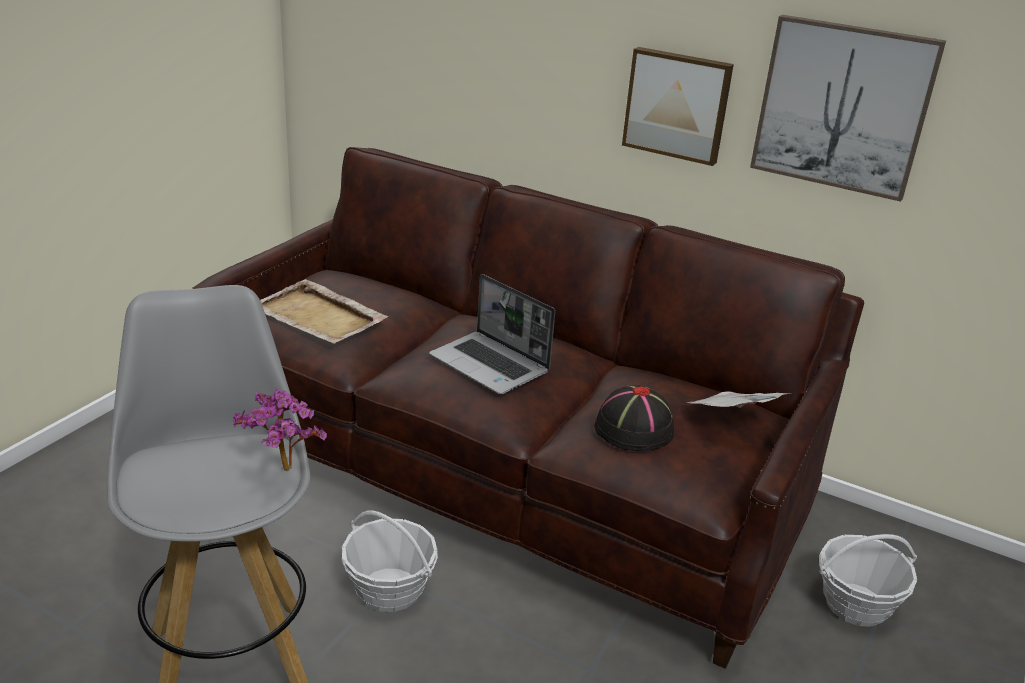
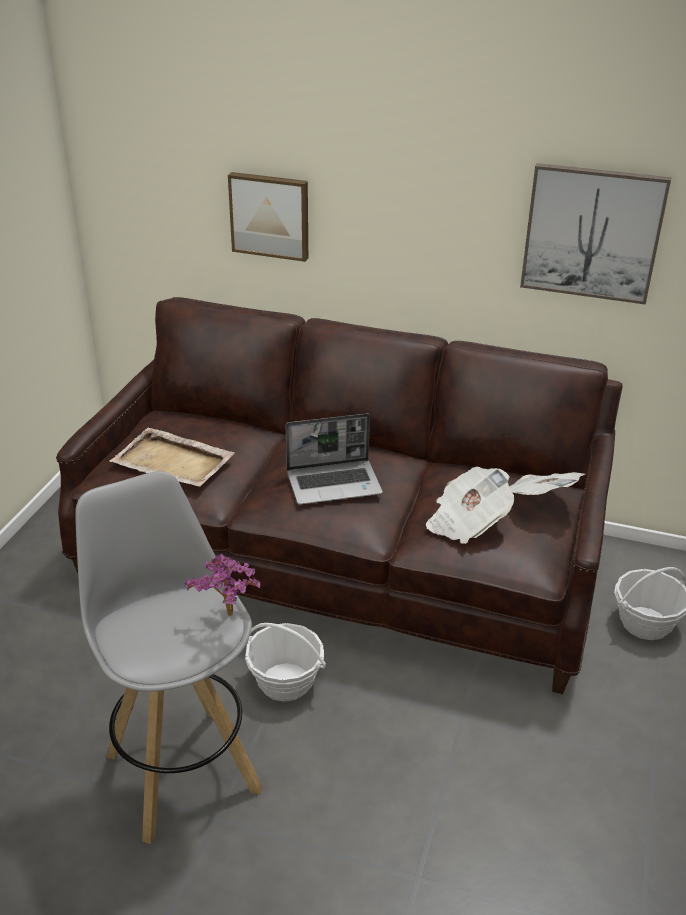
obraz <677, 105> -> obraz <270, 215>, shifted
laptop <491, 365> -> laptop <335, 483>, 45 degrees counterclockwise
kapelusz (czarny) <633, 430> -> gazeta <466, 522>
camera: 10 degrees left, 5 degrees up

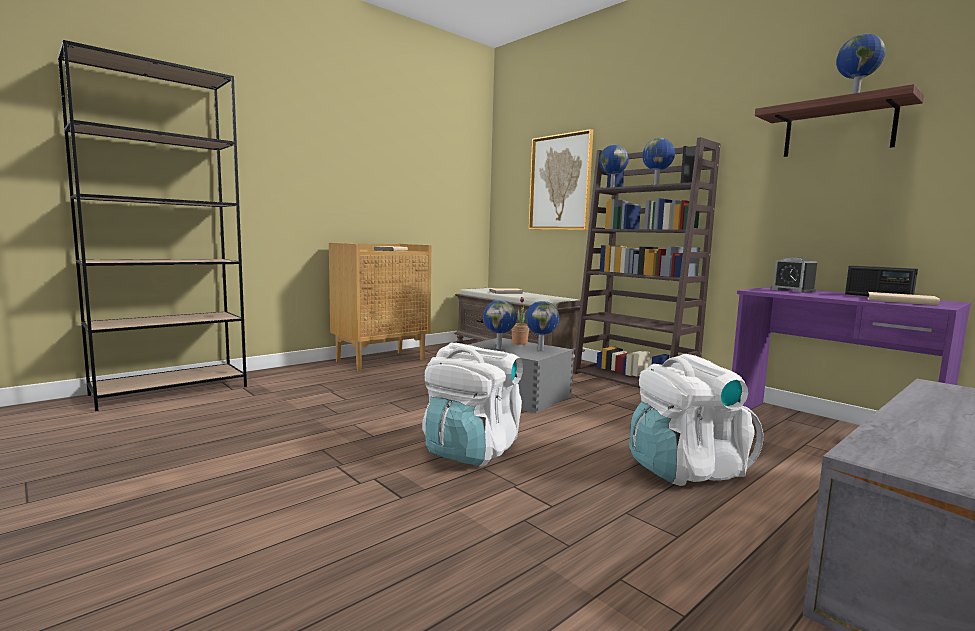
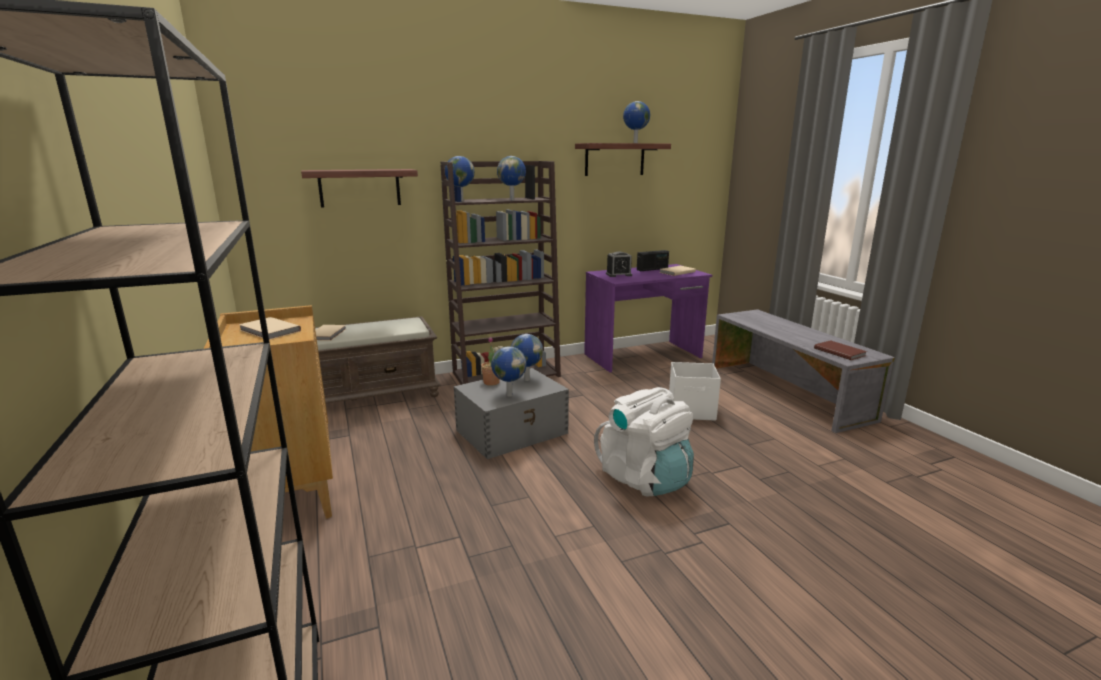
obraz <560, 182> -> półka <360, 188>
plecak (biały) <685, 470> -> pojemnik do przechowywania (biały) <692, 411>
none -> książka (brązowy) <839, 351>
camera: 70 degrees left, 10 degrees up

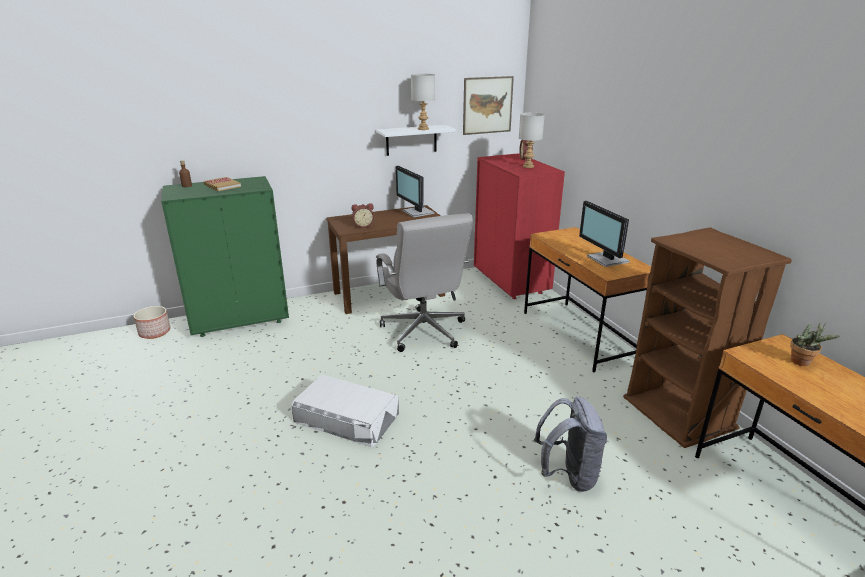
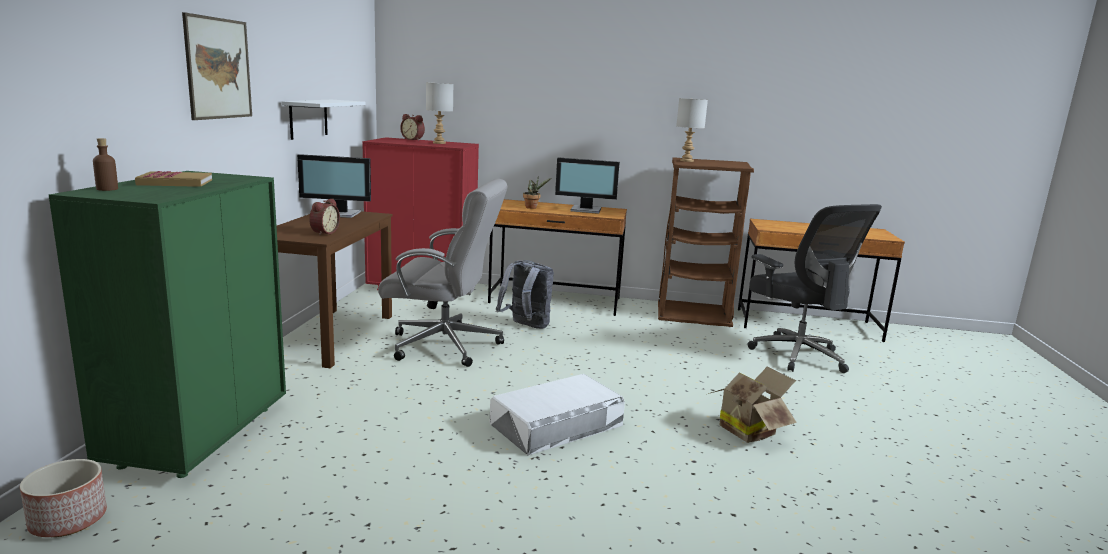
obraz <487, 105> -> obraz <218, 68>, shifted
plecak (szary) <568, 475> -> plecak (szary) <526, 326>, shifted
roślina doniczkowa <803, 363> -> roślina doniczkowa <532, 207>, shifted
lampa stołowa (szary) <423, 129> -> lampa stołowa (szary) <686, 161>, shifted
none -> karton <748, 430>
none -> krzesło biurowe <796, 355>
camera: 60 degrees left, 10 degrees down

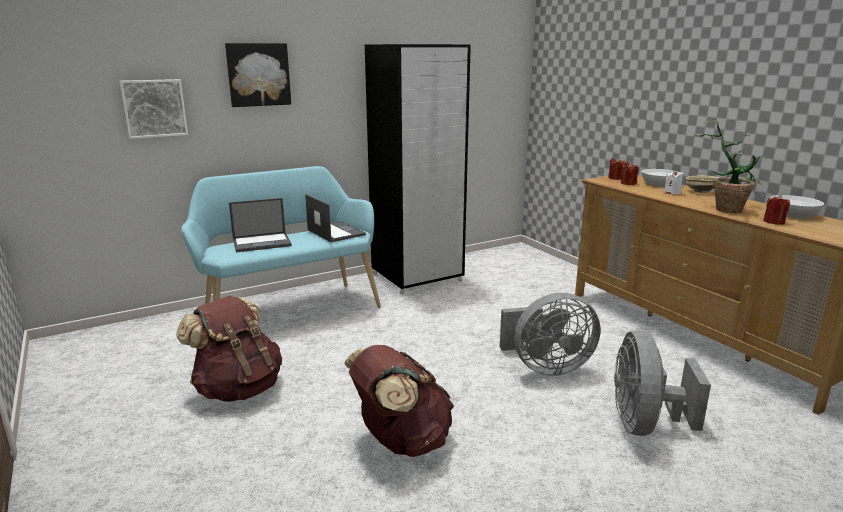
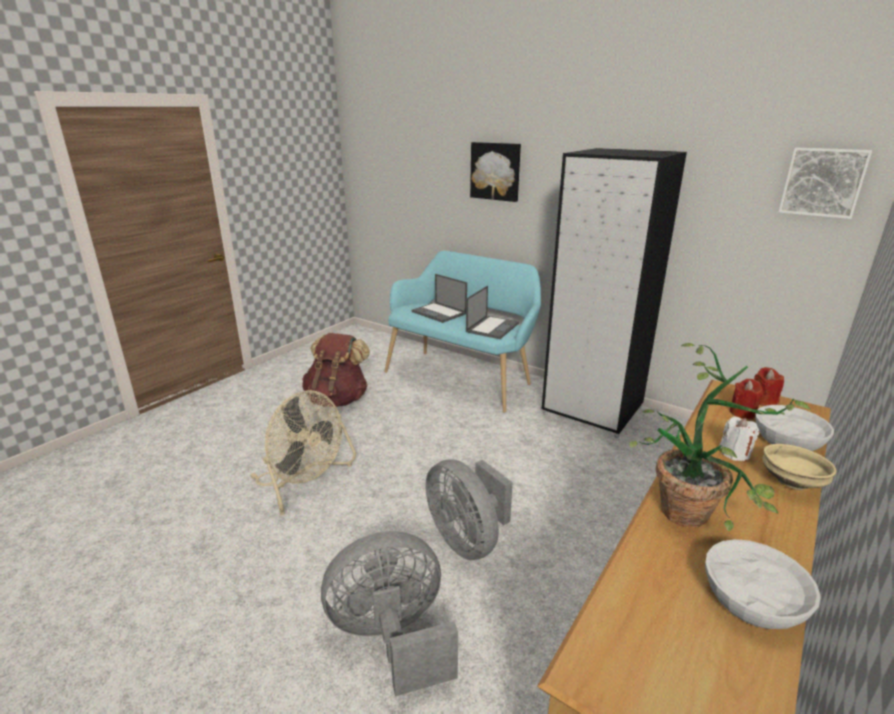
plecak (brązowy) <401, 441> -> wentylator (beżowy) <302, 483>
obraz <154, 108> -> obraz <823, 182>, shifted
świeca (czerwony) <773, 222> -> none
camera: 65 degrees right, 5 degrees up

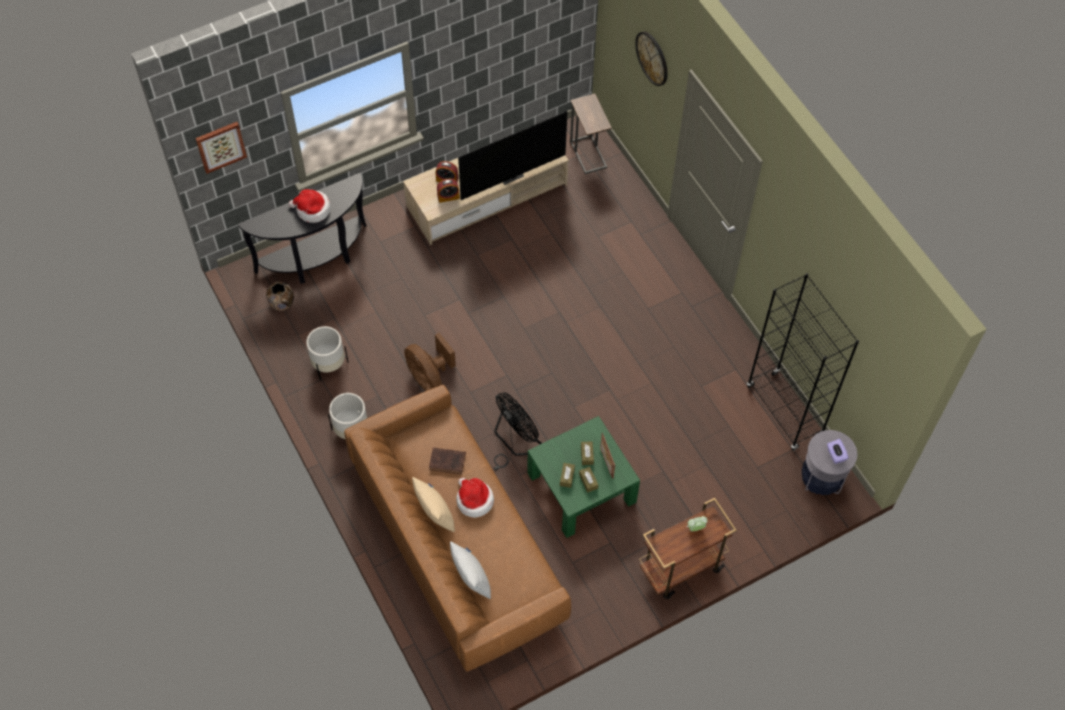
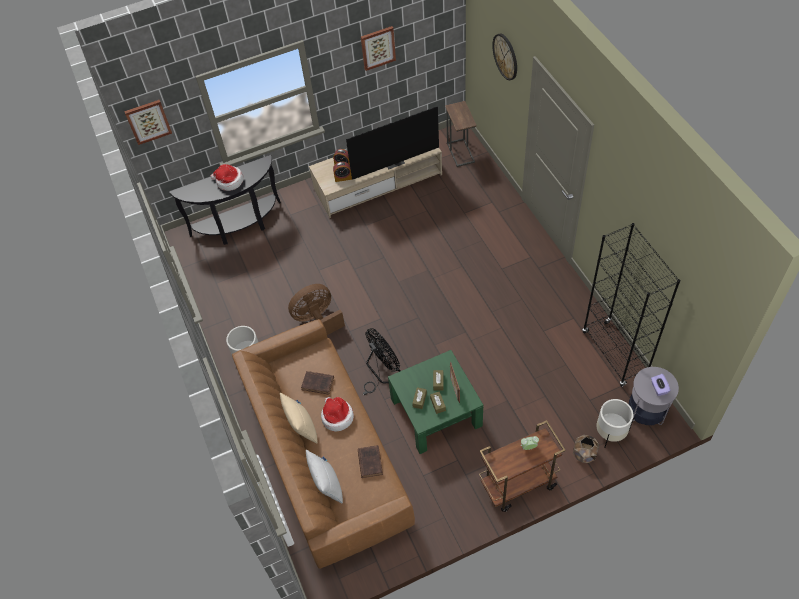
wentylator (brązowy) <429, 378> -> wentylator (brązowy) <317, 319>, 90 degrees clockwise
none -> książka (brązowy) <370, 461>
none -> obraz <378, 47>
donica (brązowy) <282, 303> -> donica (brązowy) <584, 454>, shifted
donica (biały) <328, 364> -> donica (biały) <610, 433>, shifted
camera: 10 degrees right, 5 degrees down

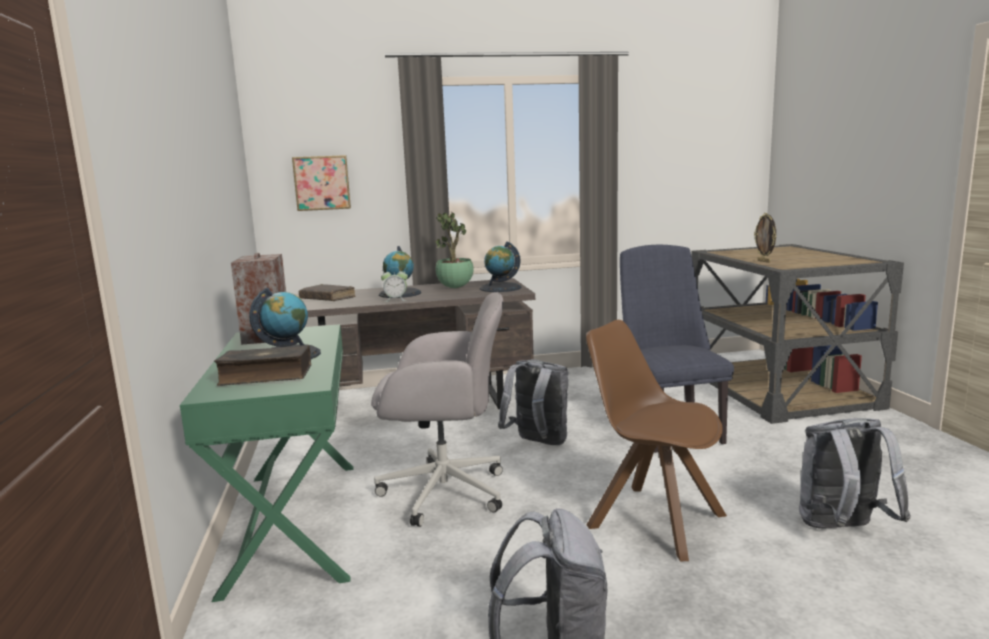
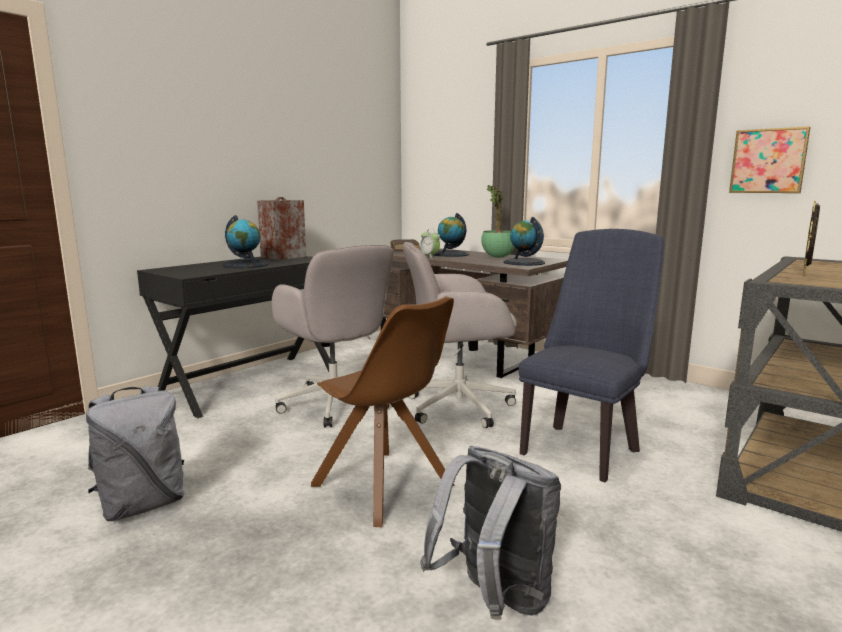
biurko (zielony) <293, 522> -> biurko (czarny) <250, 383>
krzesło (brązowy) <653, 520> -> krzesło (brązowy) <384, 487>, 135 degrees clockwise
plecak (szary) <537, 444> -> krzesło biurowe (szary) <457, 407>
obraz <322, 183> -> obraz <768, 161>, shifted
książka <266, 376> -> none
camera: 50 degrees right, 0 degrees up

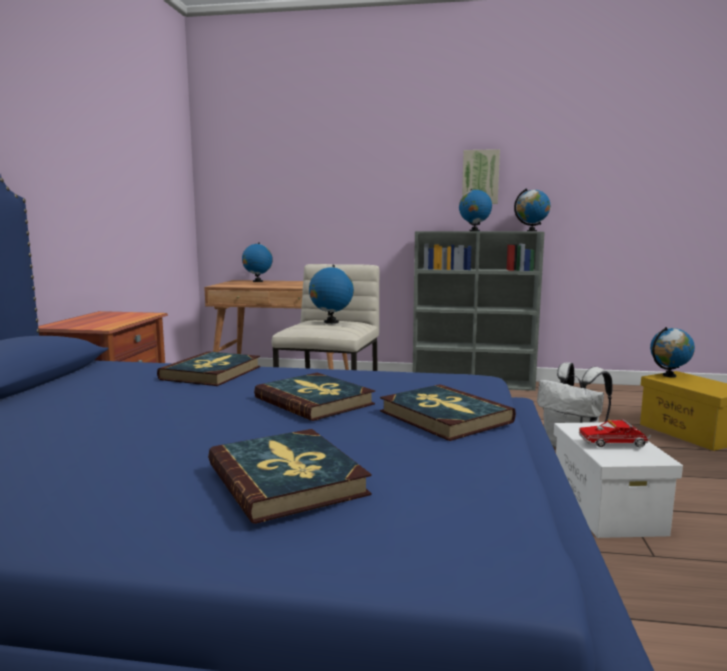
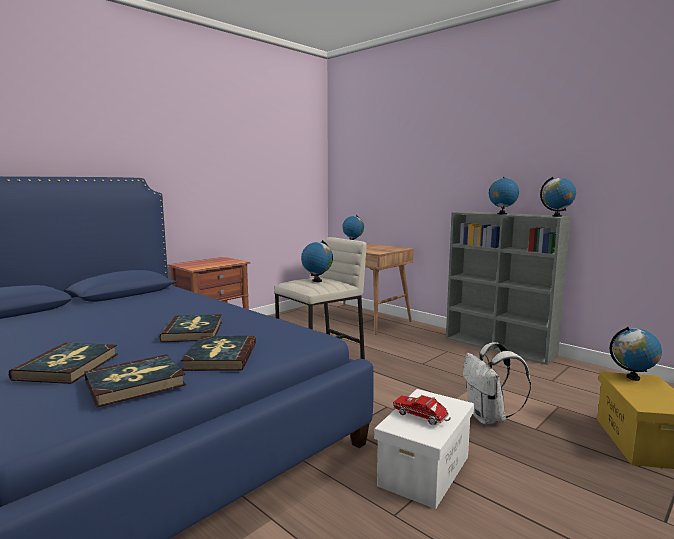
książka <212, 373> -> książka <135, 383>, shifted
obraz <480, 177> -> none
camera: 35 degrees right, 0 degrees up

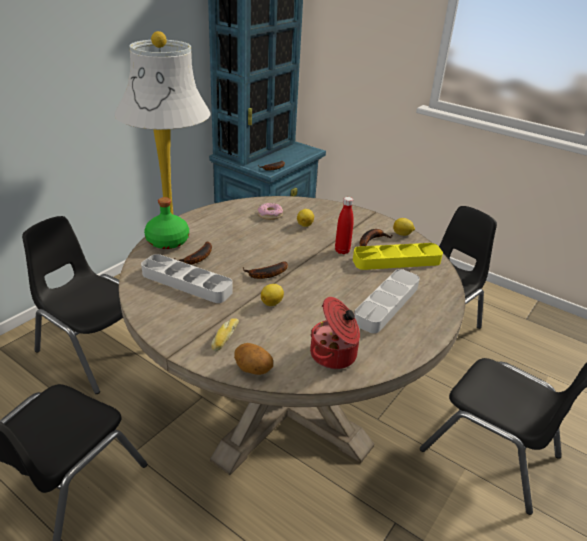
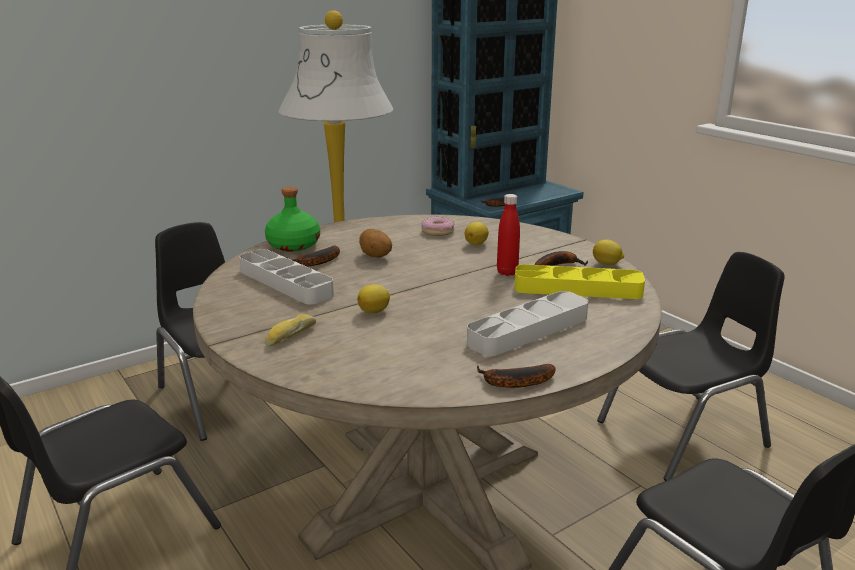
ziemniak <252, 370> -> ziemniak <375, 256>, shifted
banan <265, 275> -> banan <513, 382>, shifted
garnek <334, 355> -> none
camera: 20 degrees right, 10 degrees down

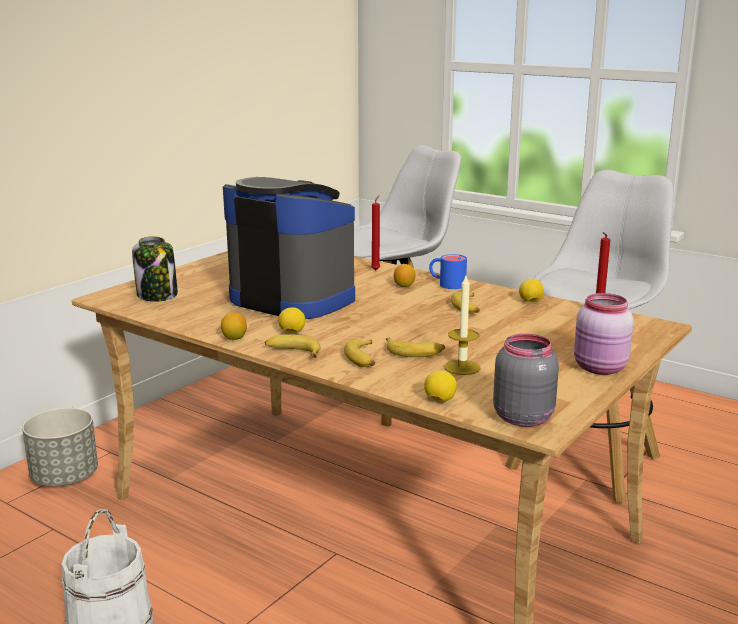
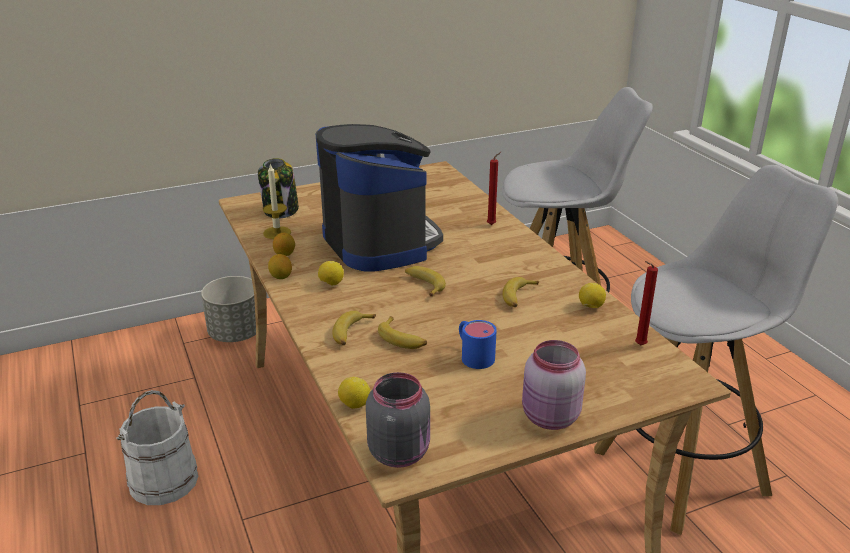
świeca <462, 367> -> świeca <277, 233>, shifted
cytryna <404, 286> -> cytryna <284, 254>, shifted
banan <293, 352> -> banan <423, 284>, shifted
kubek (niebieski) <446, 284> -> kubek (niebieski) <473, 355>, shifted
camera: 30 degrees right, 10 degrees up

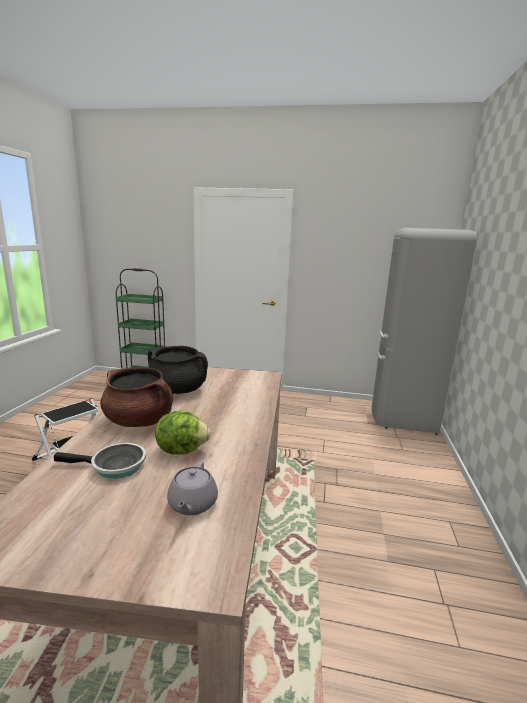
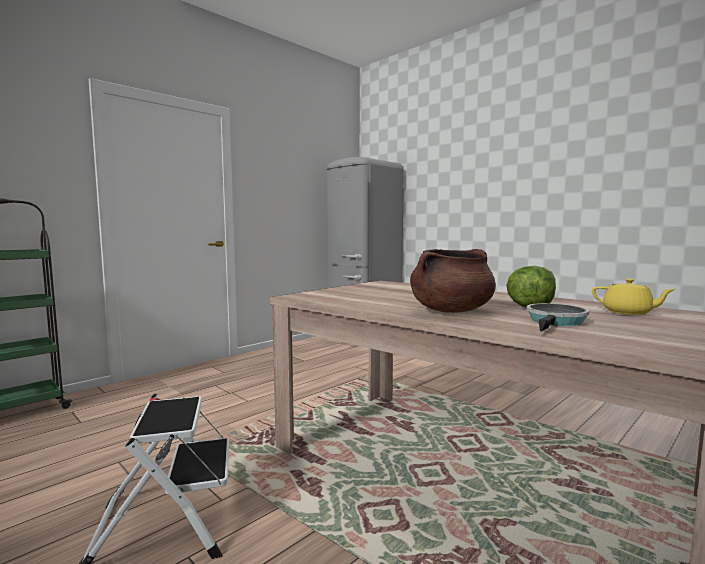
imbryk (szary) <192, 504> -> imbryk (żółty) <628, 312>
garnek (czarny) <178, 390> -> none
camera: 55 degrees left, 10 degrees down

